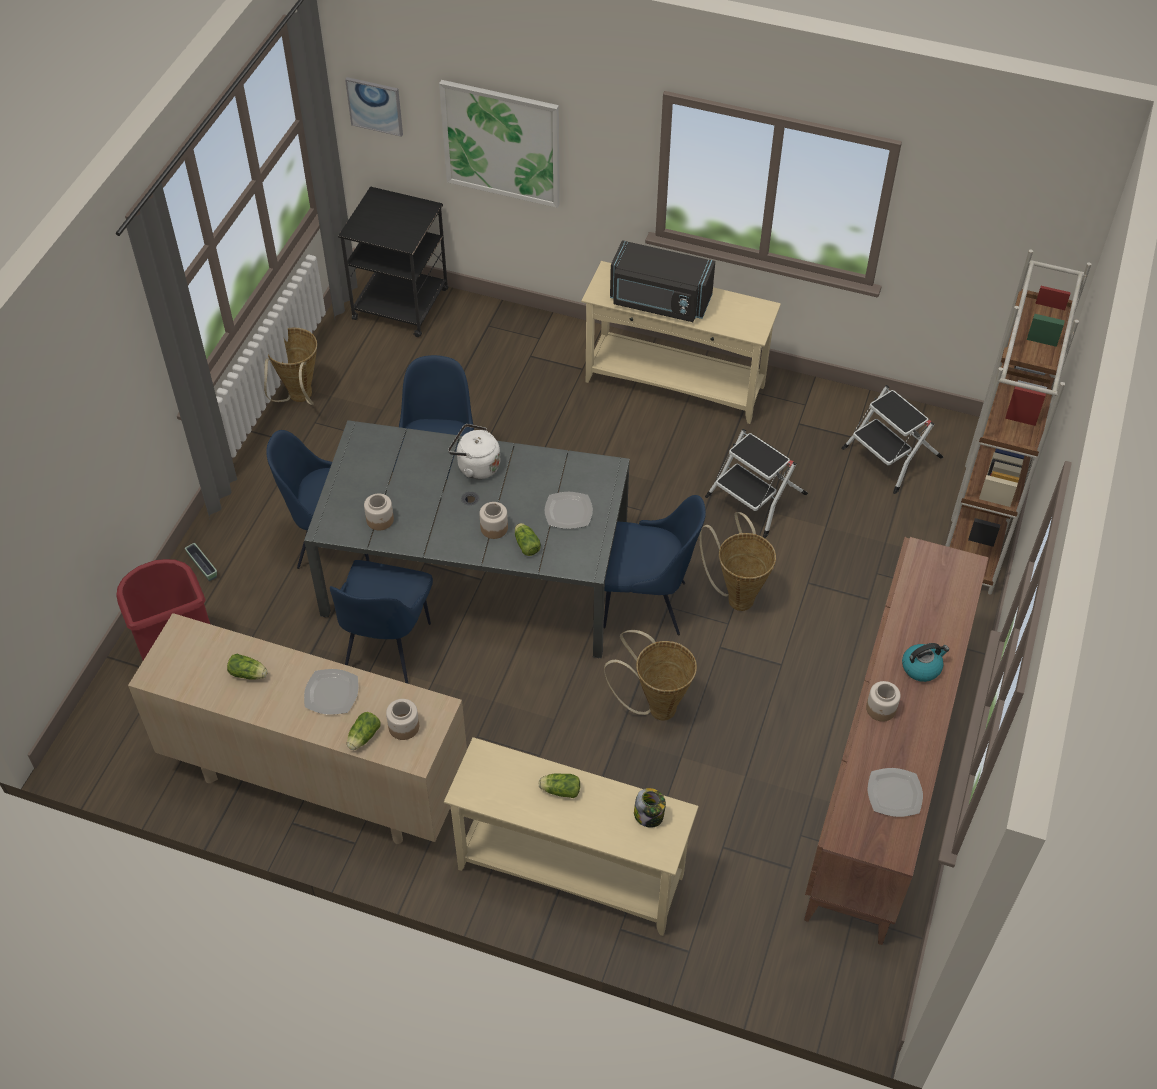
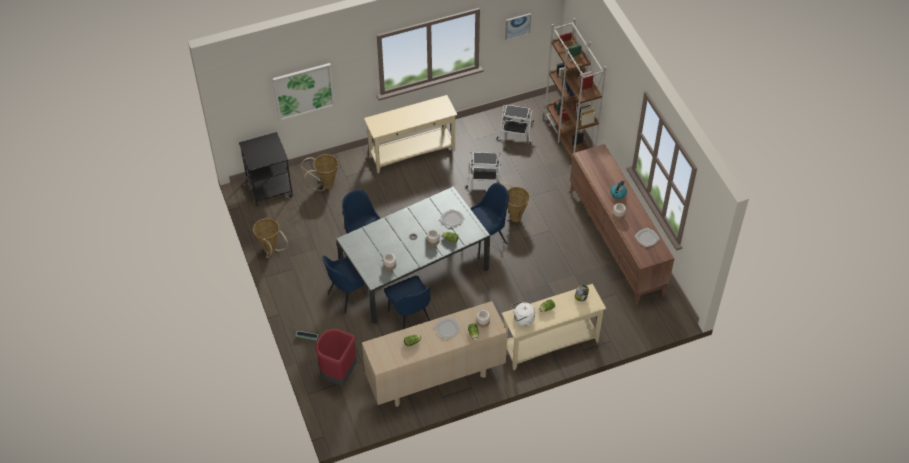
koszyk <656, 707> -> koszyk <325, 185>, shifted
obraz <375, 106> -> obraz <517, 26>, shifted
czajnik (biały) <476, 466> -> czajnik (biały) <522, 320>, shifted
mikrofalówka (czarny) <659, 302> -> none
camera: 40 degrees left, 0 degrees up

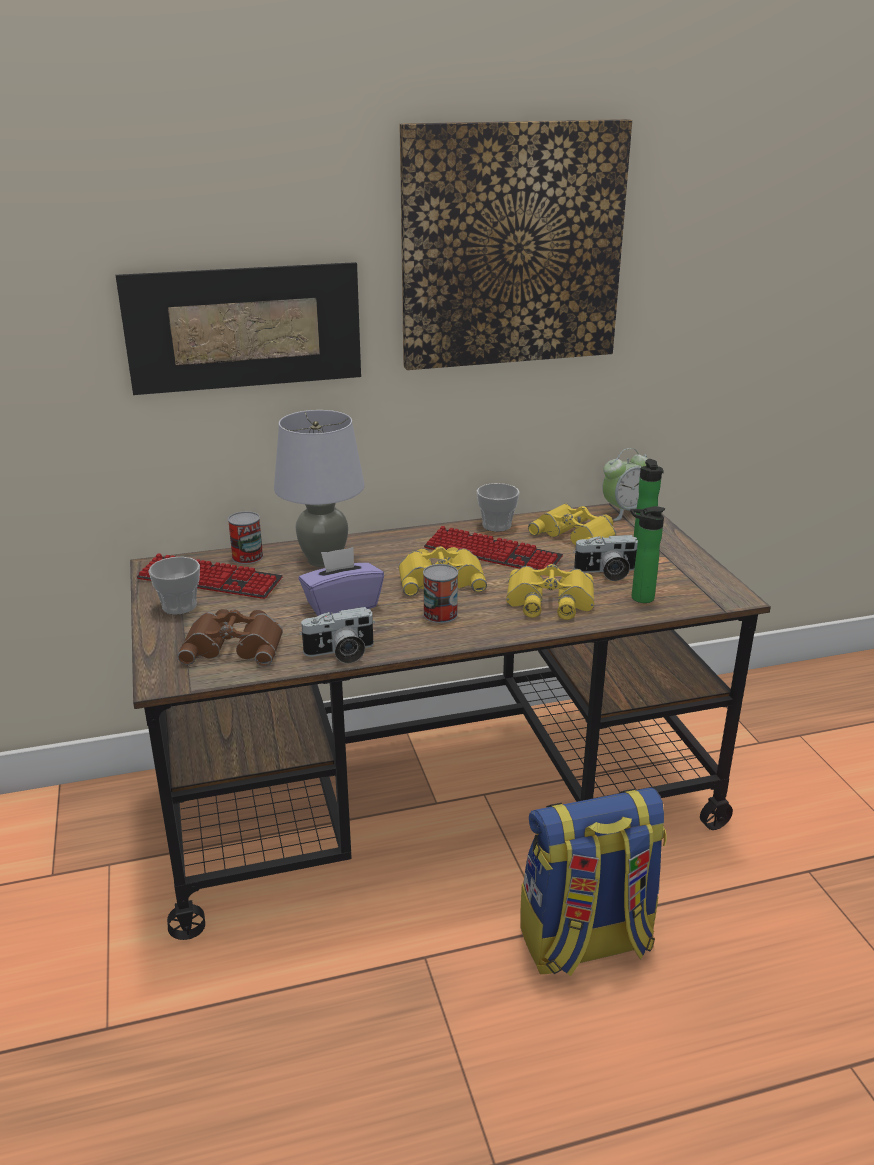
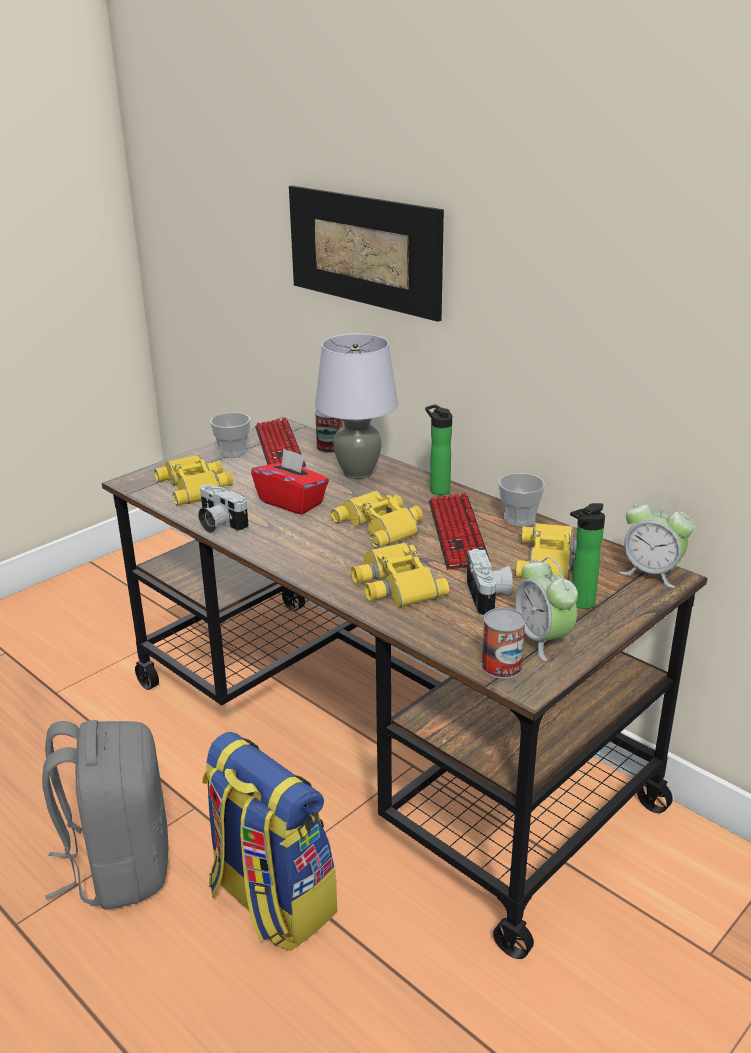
none -> plecak (szary) <119, 866>
lornetka (brązowy) <235, 645> -> lornetka (żółty) <197, 486>
pudełko chusteczek (fioletowy) <342, 605> -> pudełko chusteczek (czerwony) <292, 502>
butelka <639, 598> -> butelka <437, 489>, shifted
aparat fotograficzny <606, 573> -> aparat fotograficzny <489, 597>, 150 degrees counterclockwise
puszka <440, 614> -> puszka <501, 666>, shifted
none -> budzik <542, 640>
obraz <511, 246> -> none
camera: 60 degrees right, 0 degrees up

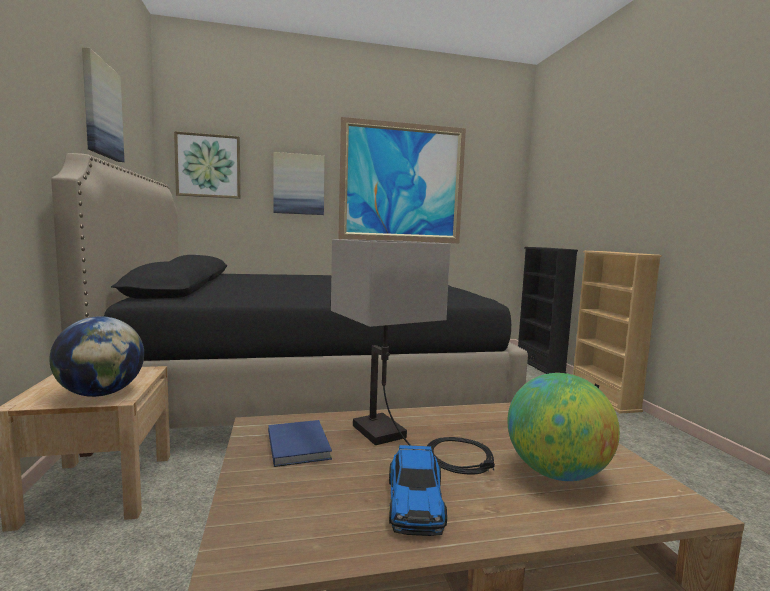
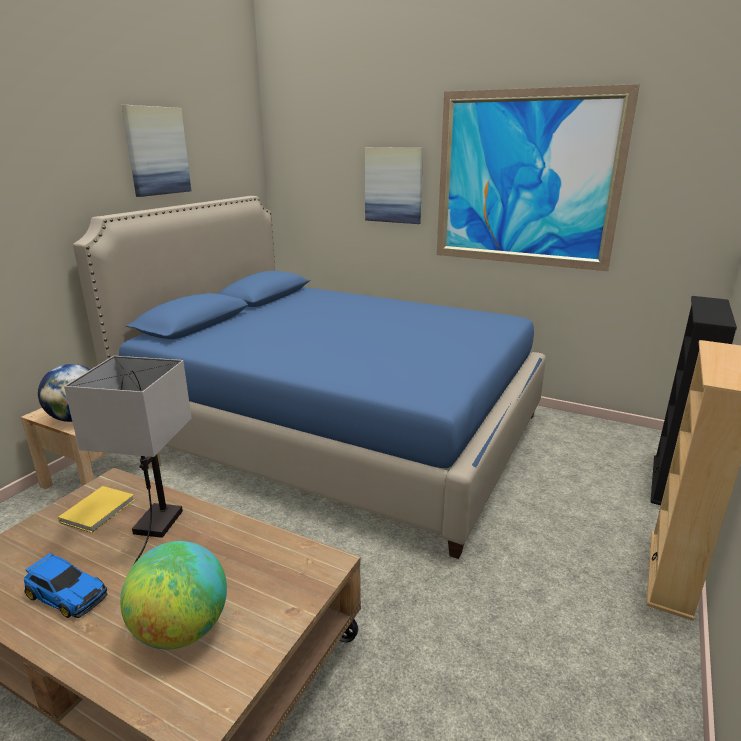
samochodzik <416, 502> -> samochodzik <66, 594>, 105 degrees counterclockwise
książka (niebieski) <299, 444> -> książka (żółty) <100, 510>
łóżko (czarny) <311, 388> -> łóżko (niebieski) <337, 430>
obraz <208, 166> -> none
camera: 40 degrees right, 15 degrees up

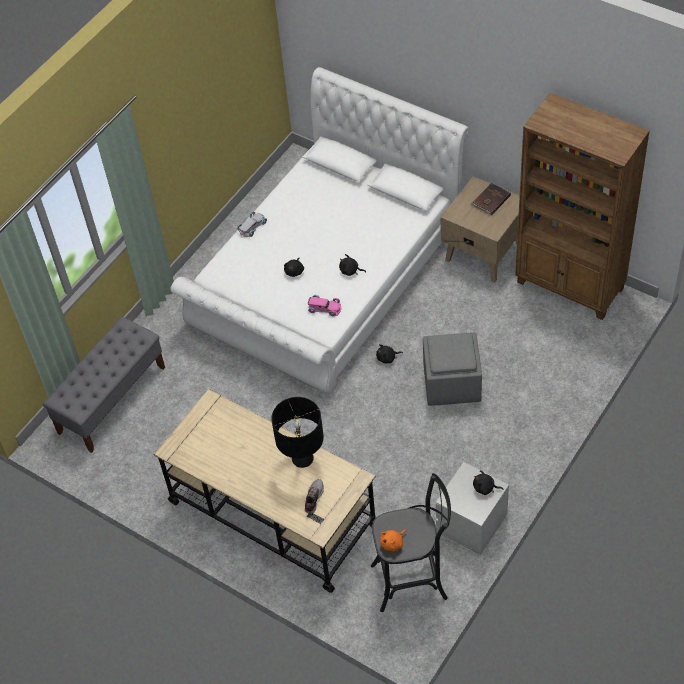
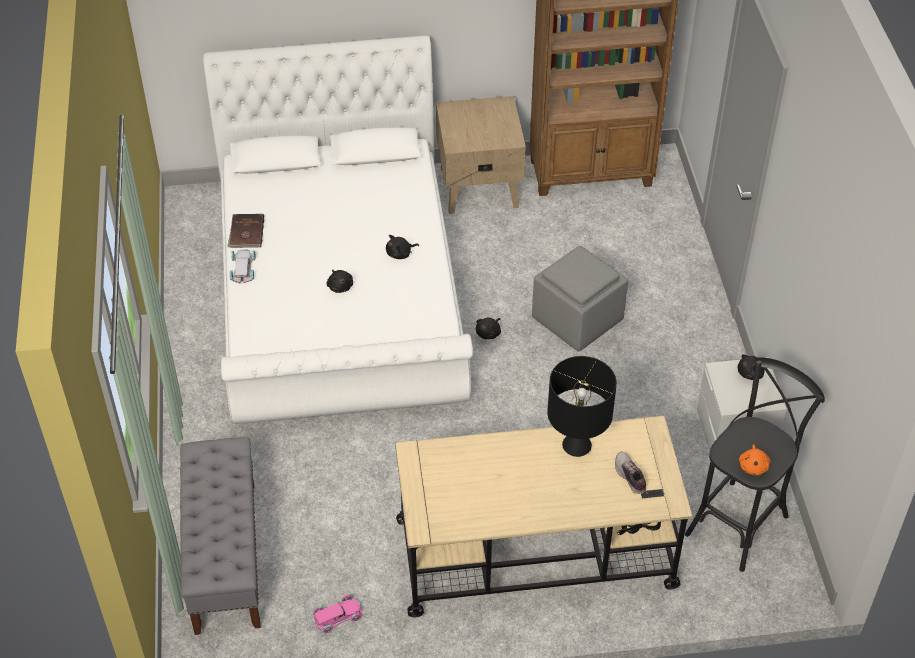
książka (brązowy) <490, 200> -> książka (brązowy) <246, 233>, shifted
samochodzik (różowy) <324, 308> -> samochodzik (różowy) <338, 616>, shifted
camera: 45 degrees left, 5 degrees down

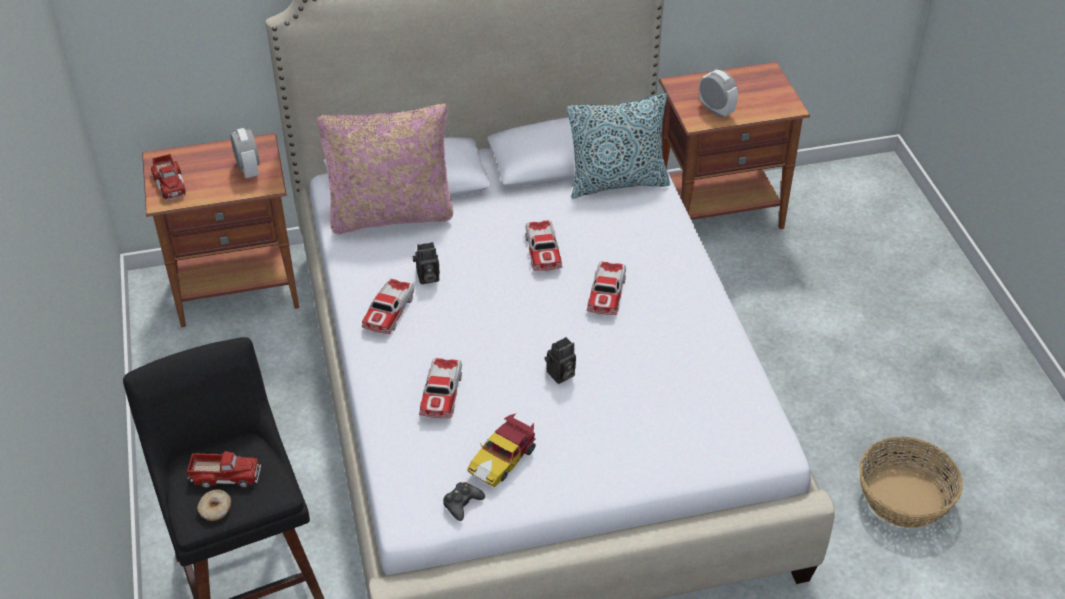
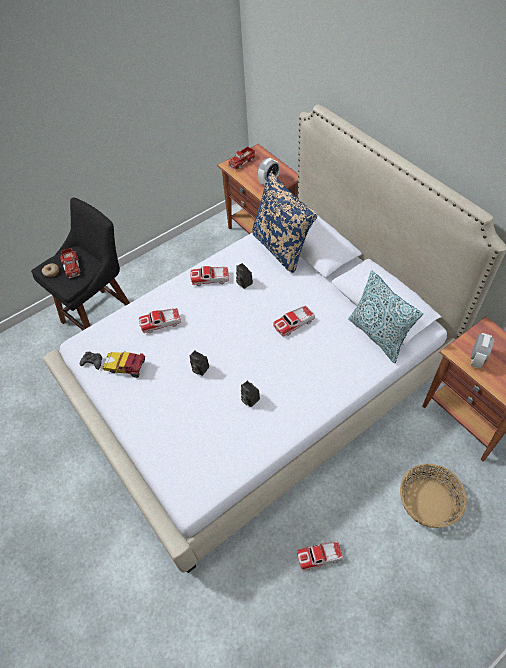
none -> aparat fotograficzny <249, 399>
poduszka (różowy) <392, 217> -> poduszka (niebieski) <281, 250>
samochodzik <606, 294> -> samochodzik <319, 556>, shifted
koszyk <904, 497> -> koszyk <428, 502>, shifted
camera: 70 degrees right, 10 degrees up

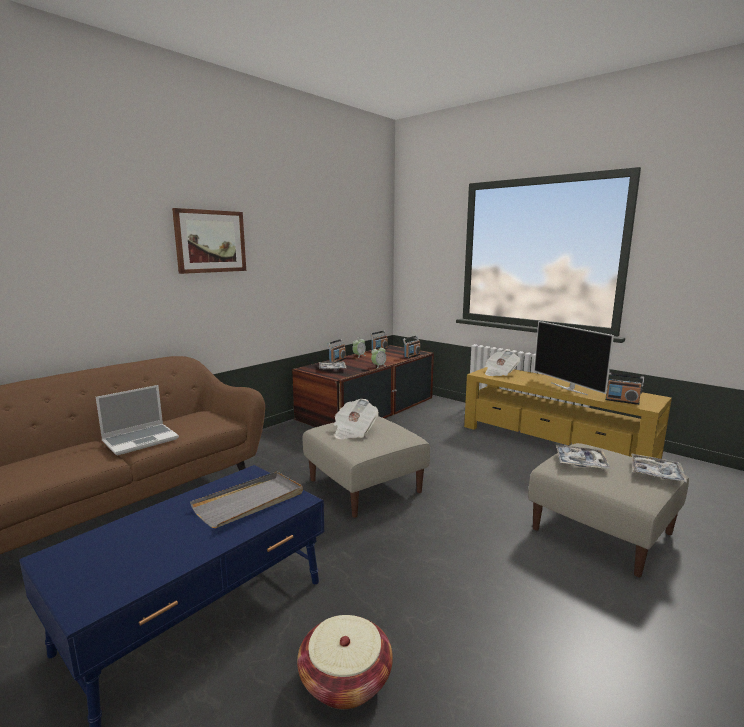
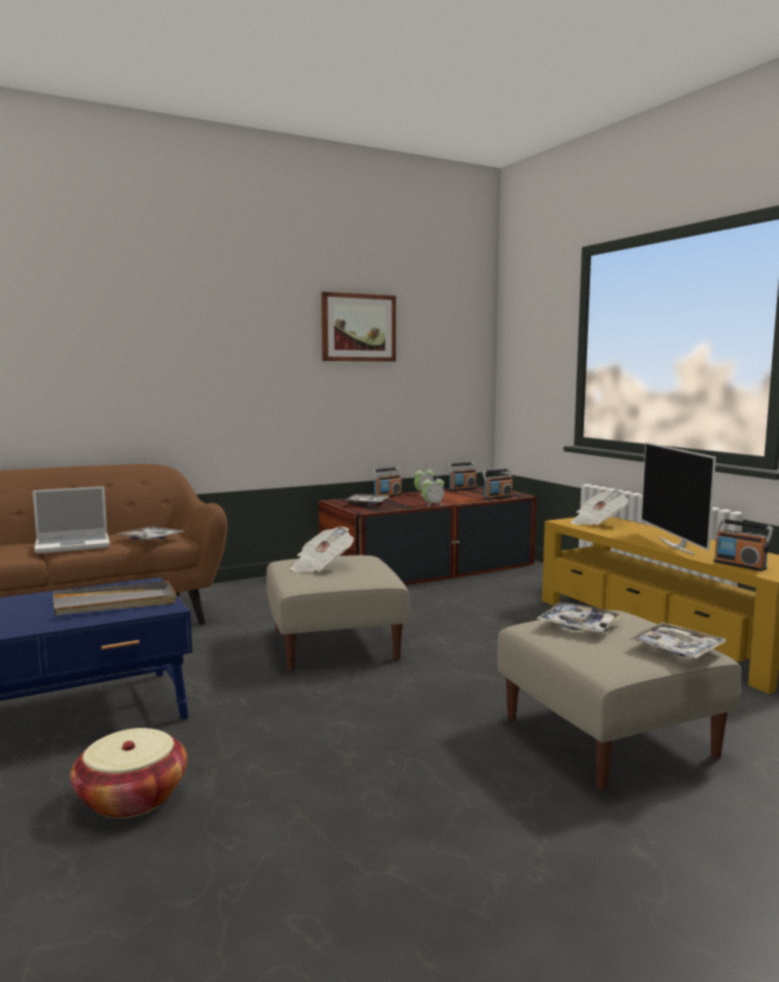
none -> taca <151, 539>
obraz <210, 241> -> obraz <358, 328>, shifted
camera: 20 degrees right, 5 degrees down

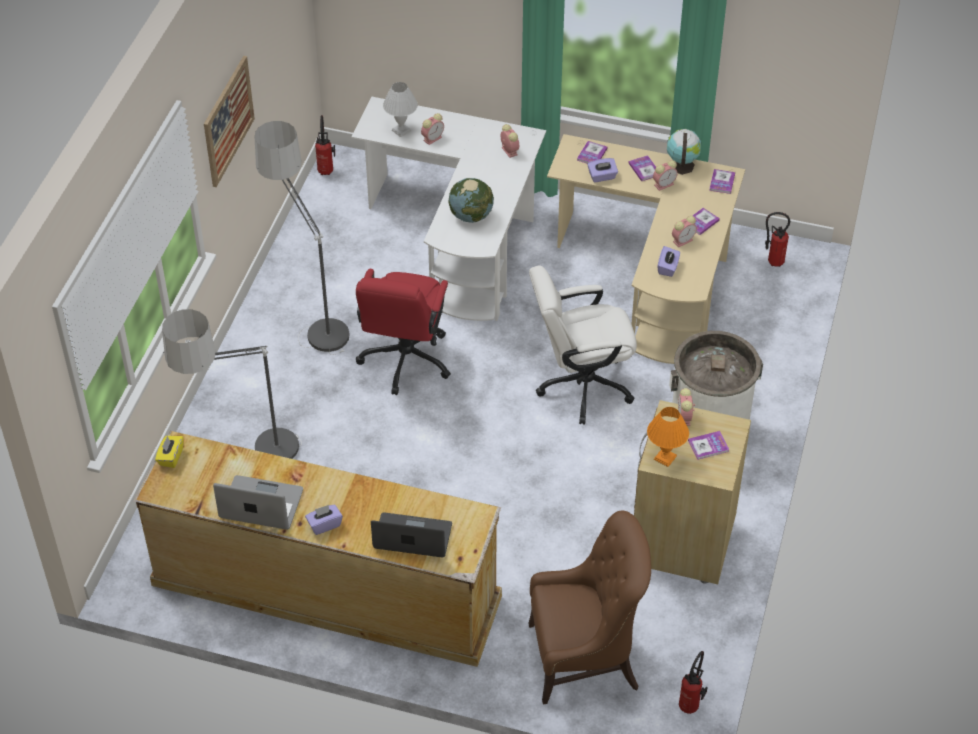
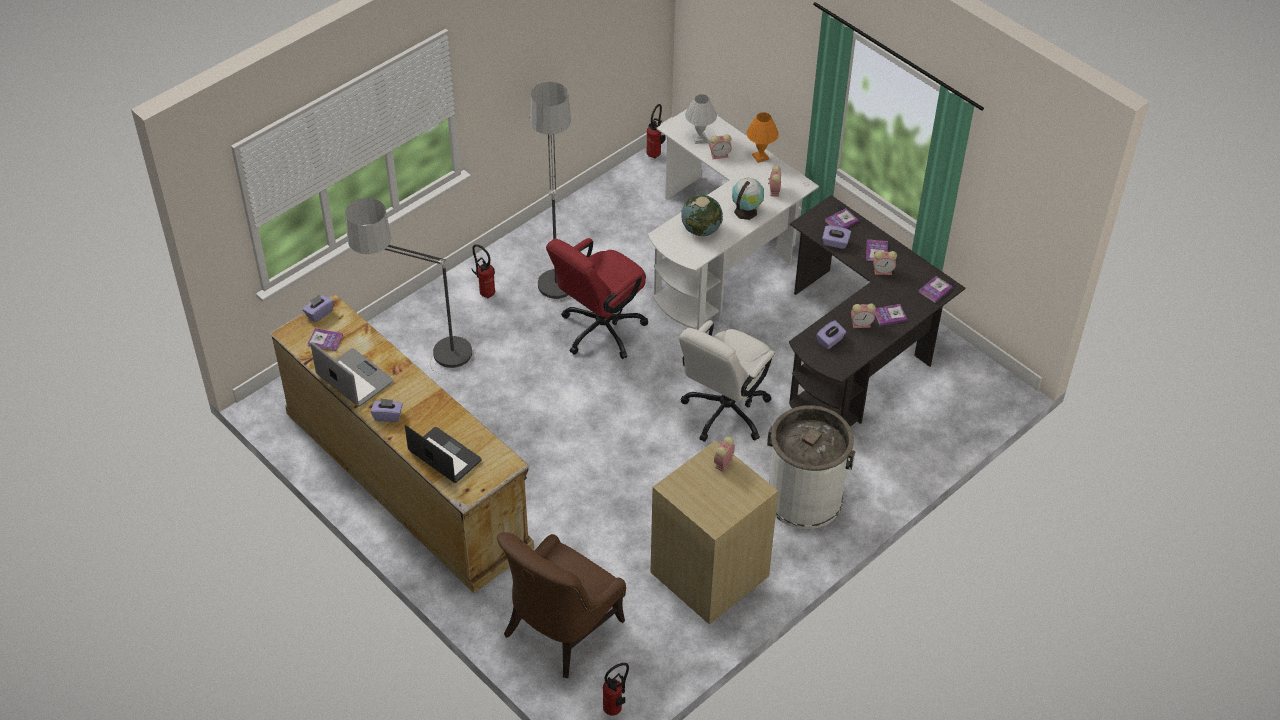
pudełko chusteczek (żółty) <170, 457> -> pudełko chusteczek (fioletowy) <319, 313>
książka <708, 446> -> książka <325, 340>, shifted
gaśnica <772, 262> -> gaśnica <486, 292>, shifted
krzesło (brązowy) <585, 657> -> krzesło (brązowy) <561, 628>, 105 degrees clockwise
krzesło biurowe (biały) <580, 388> -> krzesło biurowe (biały) <724, 415>, 75 degrees counterclockwise
globus <681, 164> -> globus <746, 210>, shifted
lampa stołowa (pomarańczowy) <665, 458> -> lampa stołowa (pomarańczowy) <760, 157>, shifted
biurko (beżowy) <655, 277> -> biurko (czarny) <858, 353>
obraz <228, 121> -> none
camera: 30 degrees right, 0 degrees up

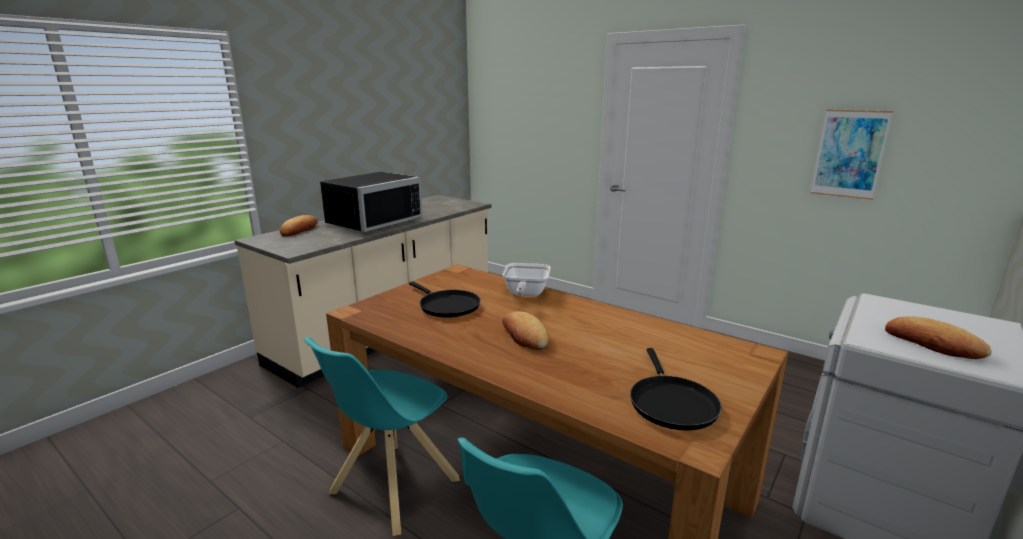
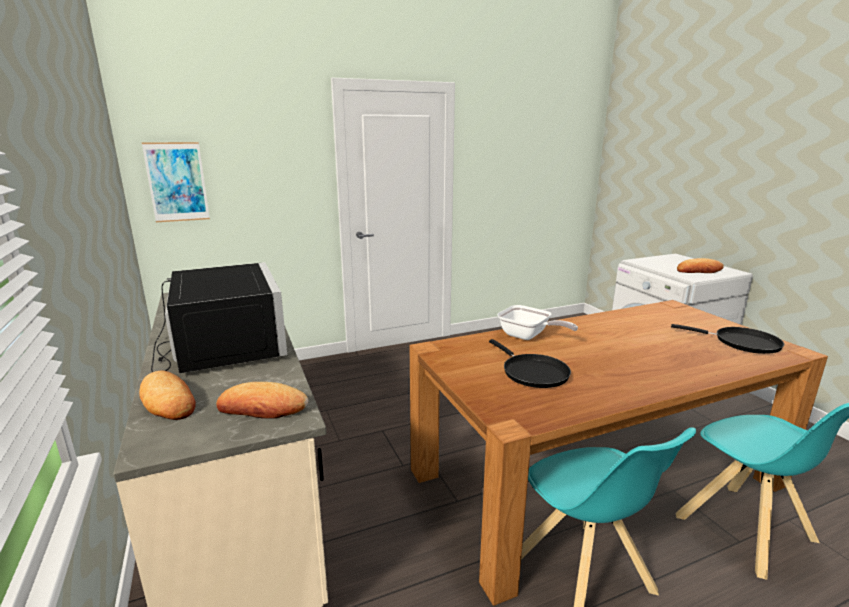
obraz <849, 154> -> obraz <177, 182>, shifted
chleb <525, 336> -> chleb <262, 408>, shifted
patelnia (czarny) <447, 306> -> patelnia (czarny) <532, 372>, 75 degrees clockwise
camera: 60 degrees left, 0 degrees up

